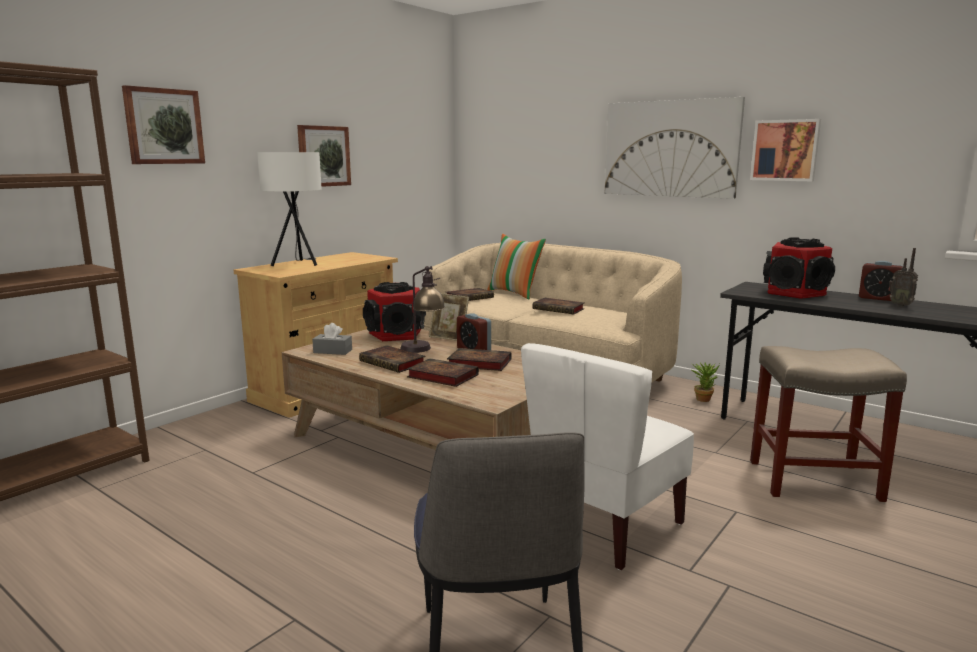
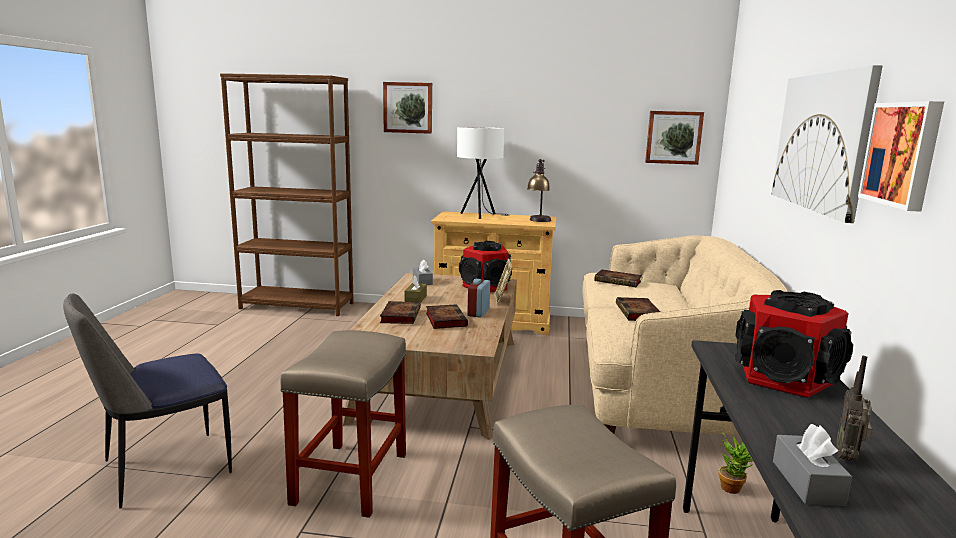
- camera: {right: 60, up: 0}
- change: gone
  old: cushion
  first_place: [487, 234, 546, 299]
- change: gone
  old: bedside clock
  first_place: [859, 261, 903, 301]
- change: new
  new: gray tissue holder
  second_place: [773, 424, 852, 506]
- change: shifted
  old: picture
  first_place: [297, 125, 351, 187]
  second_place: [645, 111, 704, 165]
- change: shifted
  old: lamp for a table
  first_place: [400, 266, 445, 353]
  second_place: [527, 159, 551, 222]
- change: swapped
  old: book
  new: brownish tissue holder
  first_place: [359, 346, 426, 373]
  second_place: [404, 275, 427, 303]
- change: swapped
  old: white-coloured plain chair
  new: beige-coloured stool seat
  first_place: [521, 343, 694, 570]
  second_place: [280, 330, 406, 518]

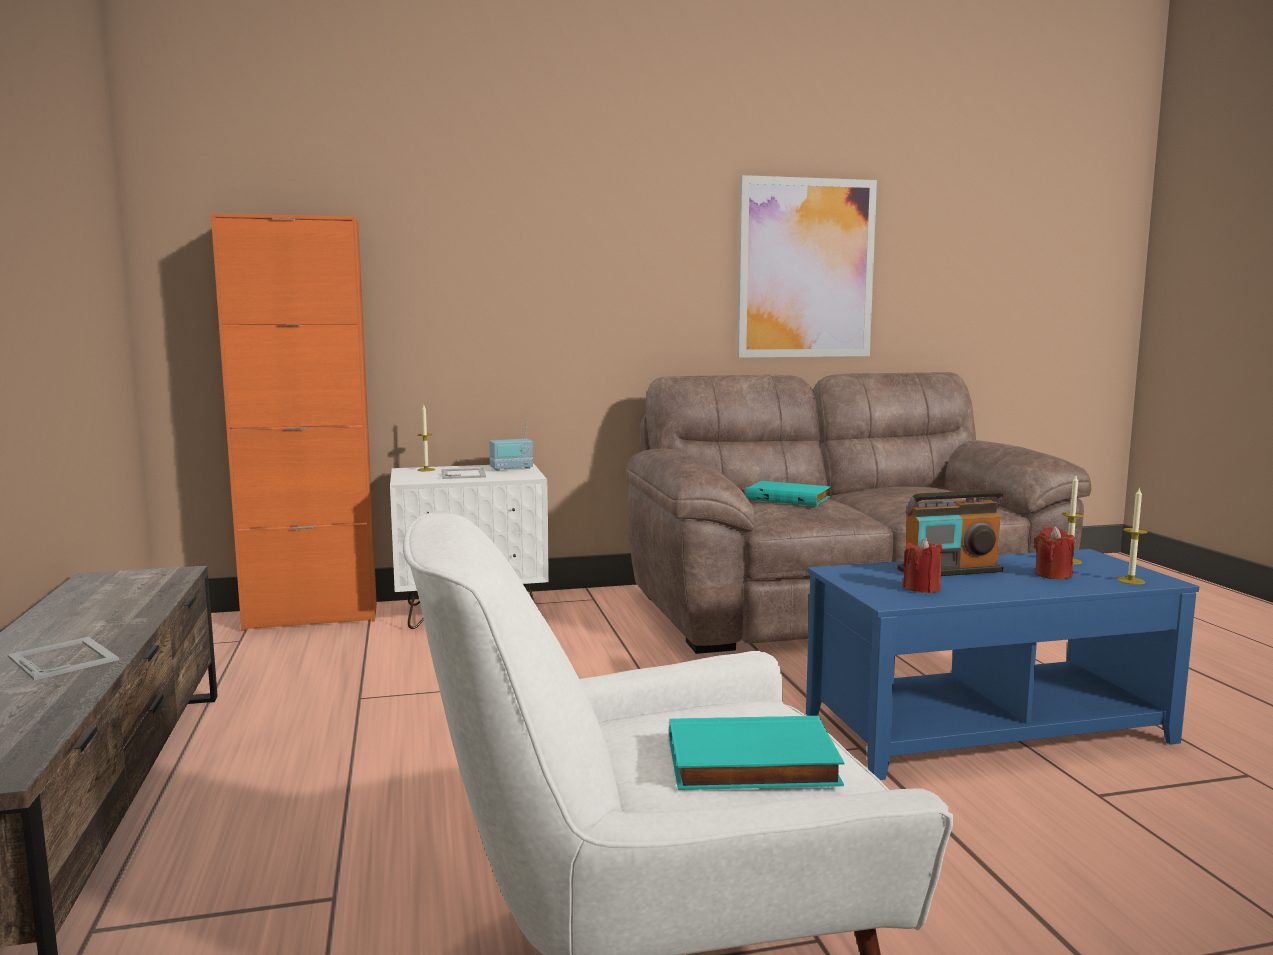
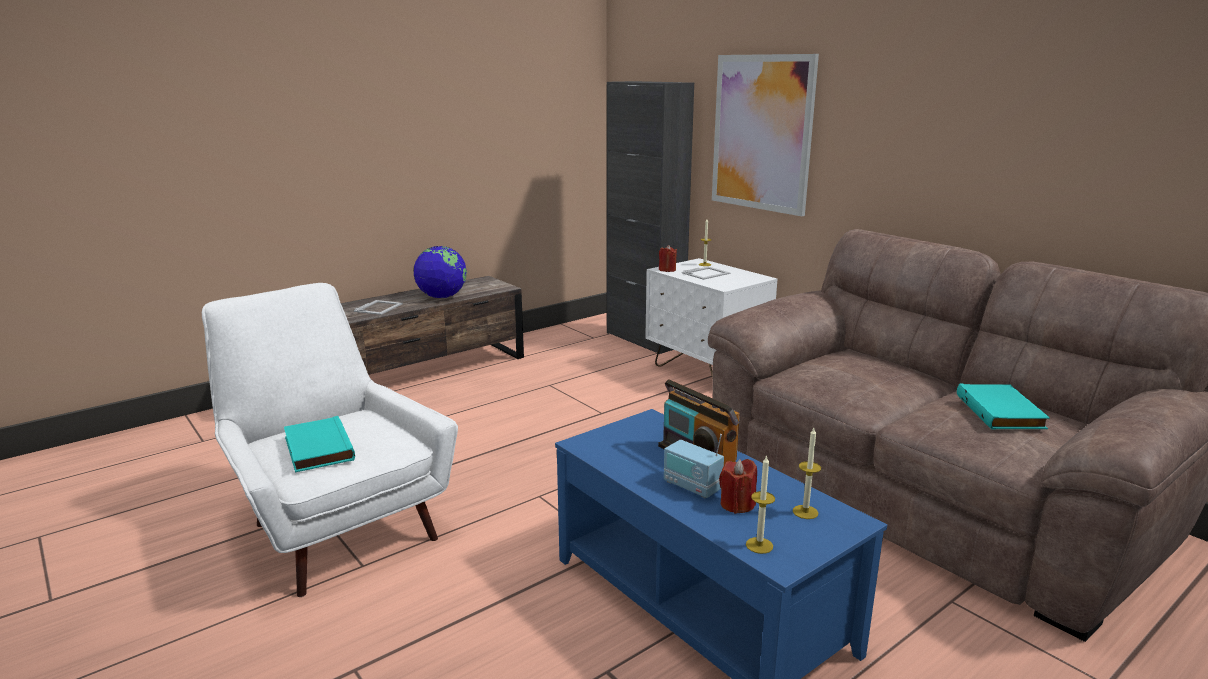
- camera: {right: 65, up: 10}
- change: new
  new: world globe
  second_place: [413, 246, 467, 298]
- change: shifted
  old: radio set
  first_place: [489, 421, 533, 471]
  second_place: [664, 434, 724, 498]
- change: shifted
  old: picture
  first_place: [737, 175, 877, 358]
  second_place: [712, 54, 819, 216]
- change: shifted
  old: turquoise book
  first_place: [745, 481, 830, 506]
  second_place: [957, 383, 1050, 429]
- change: shifted
  old: red wax candle
  first_place: [903, 537, 942, 593]
  second_place: [659, 245, 677, 272]
- change: repainted
  old: orange-coloured cabinet
  new: black cabinet
  first_place: [211, 213, 377, 631]
  second_place: [607, 81, 694, 354]

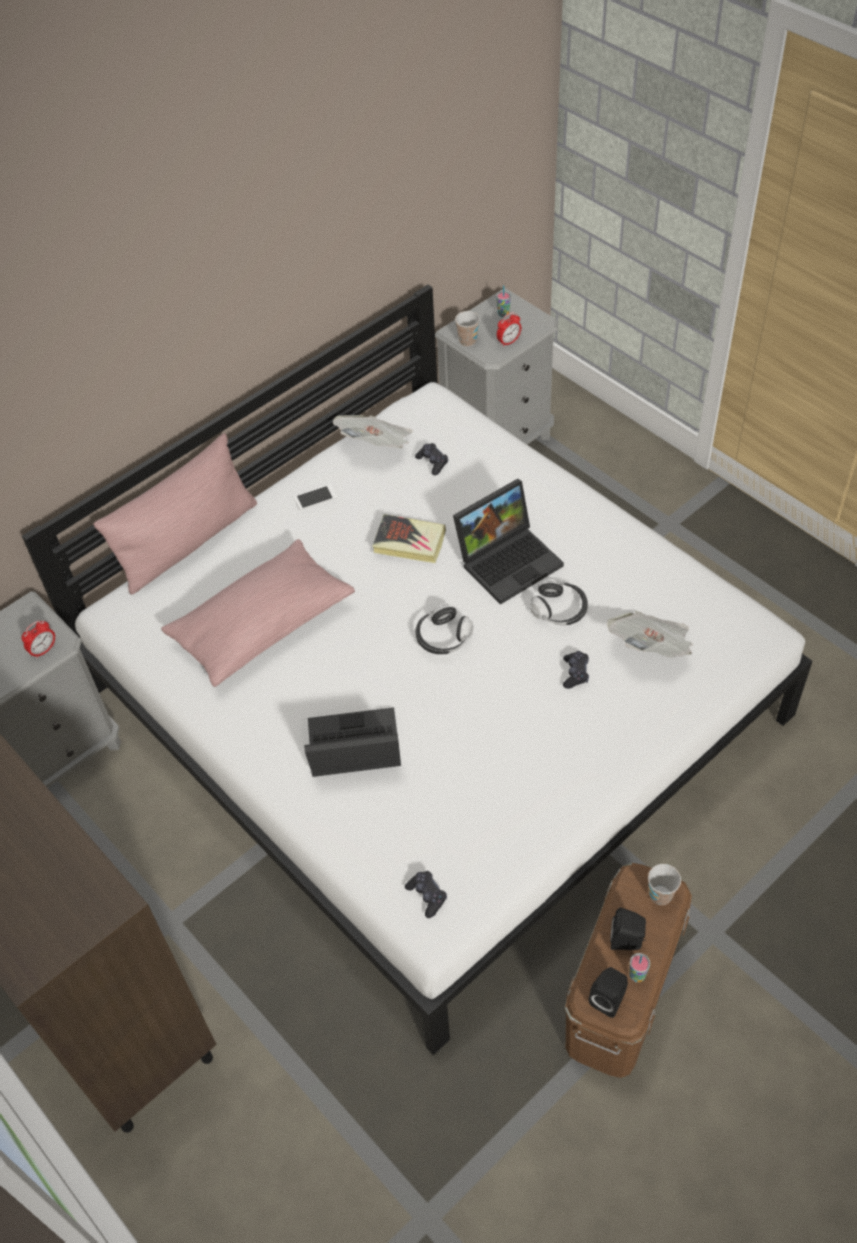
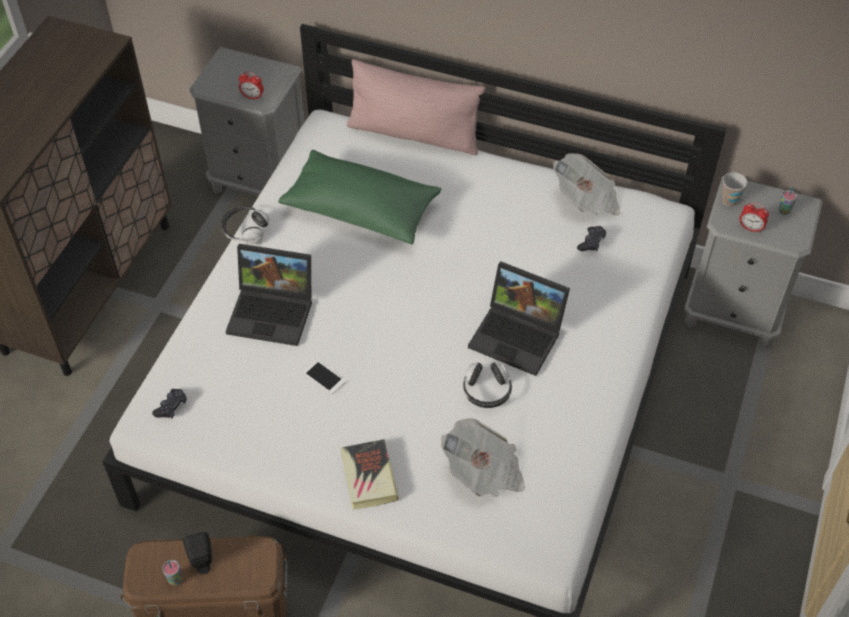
- camera: {right: 60, up: 0}
- change: gone
  old: black joypad
  first_place: [563, 651, 589, 689]
- change: gone
  old: black audio speaker
  first_place: [589, 967, 628, 1018]
- change: gone
  old: cup
  first_place: [648, 864, 681, 905]
- change: shifted
  old: phone
  first_place: [294, 484, 338, 510]
  second_place: [303, 360, 345, 394]
- change: shifted
  old: book
  first_place: [372, 514, 446, 563]
  second_place: [340, 439, 399, 510]
- change: shifted
  old: pair of headphones
  first_place: [415, 604, 473, 654]
  second_place: [221, 206, 270, 244]
- change: repainted
  old: pinkish cushion
  new: green-coloured cushion
  first_place: [161, 539, 355, 687]
  second_place: [278, 150, 441, 244]
- change: rotated
  old: notebook computer
  first_place: [304, 707, 401, 777]
  second_place: [226, 244, 312, 346]
  degrees: 135

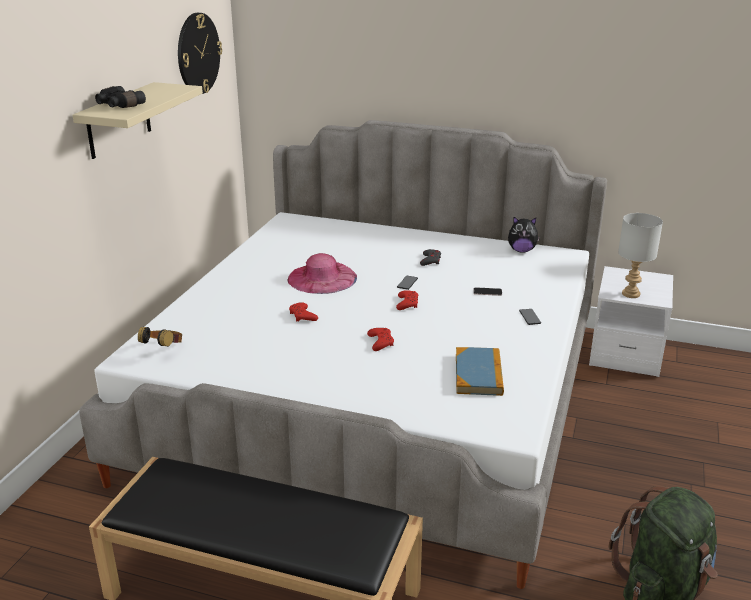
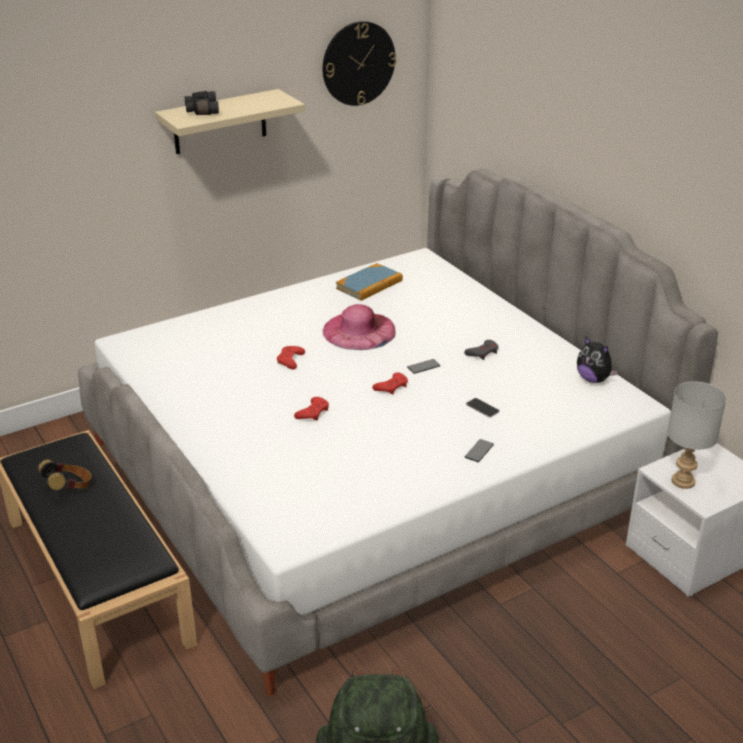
- camera: {right: 40, up: 5}
- change: shifted
  old: pair of headphones
  first_place: [138, 326, 182, 347]
  second_place: [38, 459, 91, 490]
- change: shifted
  old: book
  first_place: [456, 347, 504, 396]
  second_place: [336, 263, 403, 301]

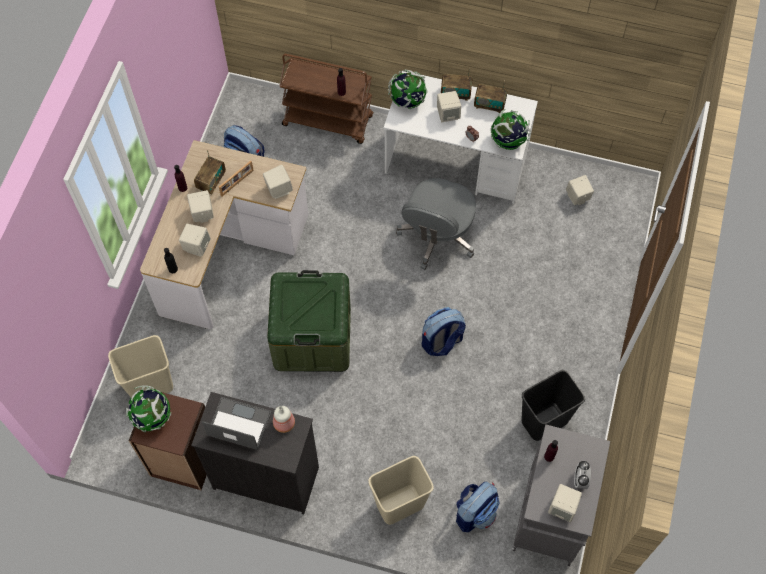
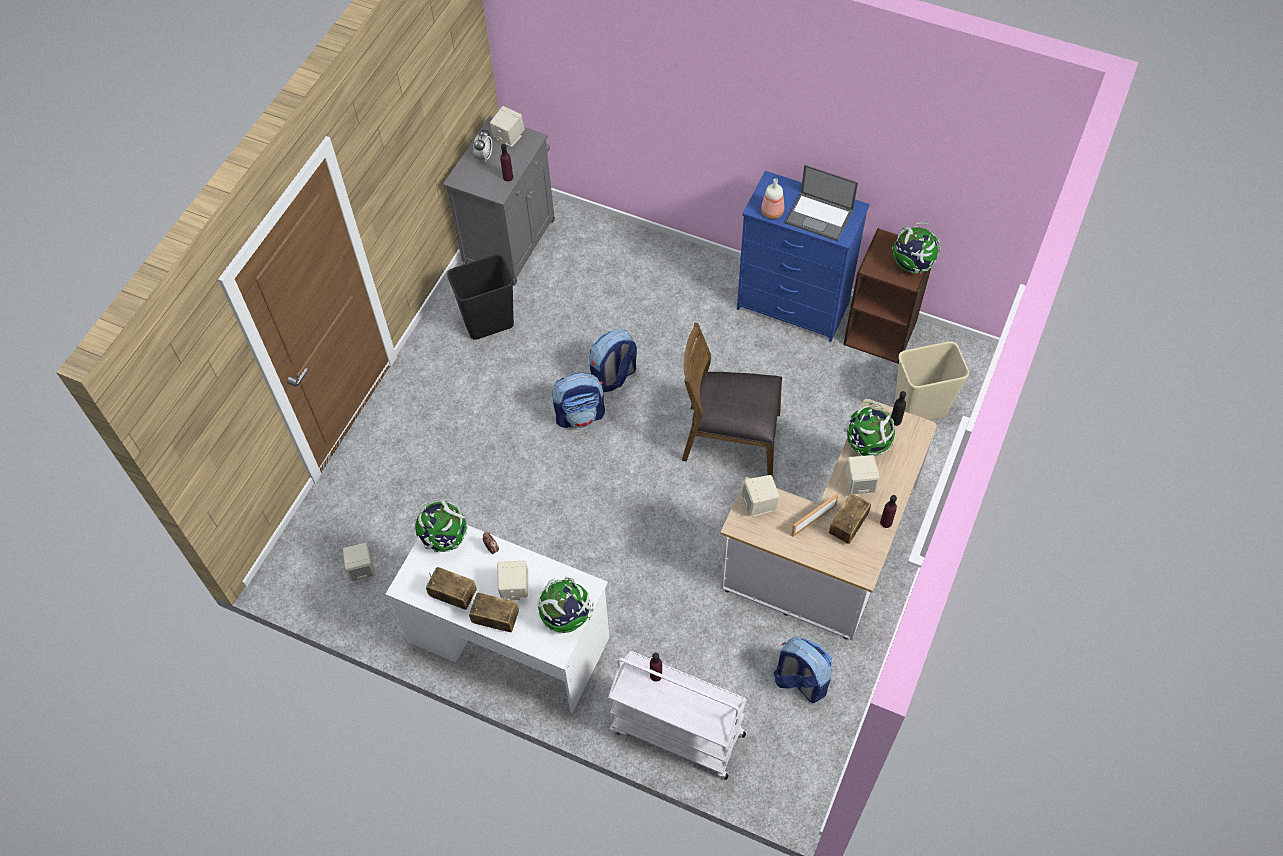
- camera: {right: -170, up: -5}
- change: gone
  old: beige-coloured trash can
  first_place: [368, 456, 434, 525]
- change: gone
  old: gray computer chair
  first_place: [396, 178, 476, 270]
- change: shifted
  old: backpack
  first_place: [456, 481, 499, 532]
  second_place: [589, 329, 637, 393]
- change: swapped
  old: beige-coloured audio speaker
  new: world globe
  first_place: [179, 224, 211, 257]
  second_place: [844, 402, 895, 456]
- change: swapped
  old: green-coloured storage bin
  new: brownish plain chair
  first_place: [267, 270, 351, 372]
  second_place: [682, 323, 782, 476]
- change: repainted
  old: black drawer chest
  new: bluish drawer chest
  first_place: [191, 392, 319, 514]
  second_place: [737, 171, 870, 342]
- change: repainted
  old: brownish trolley
  new: white-coloured trolley
  first_place: [279, 54, 373, 144]
  second_place: [608, 651, 747, 780]

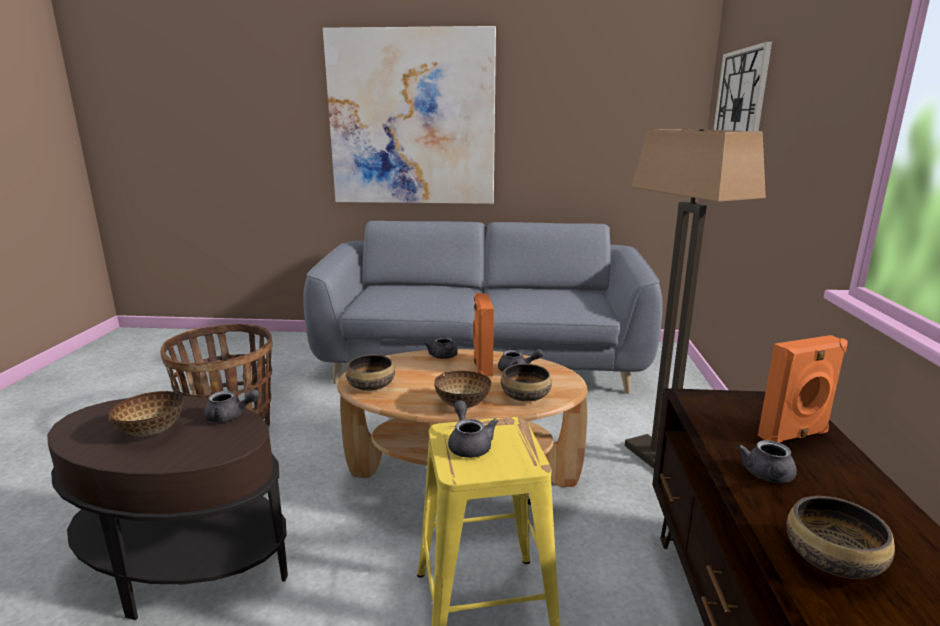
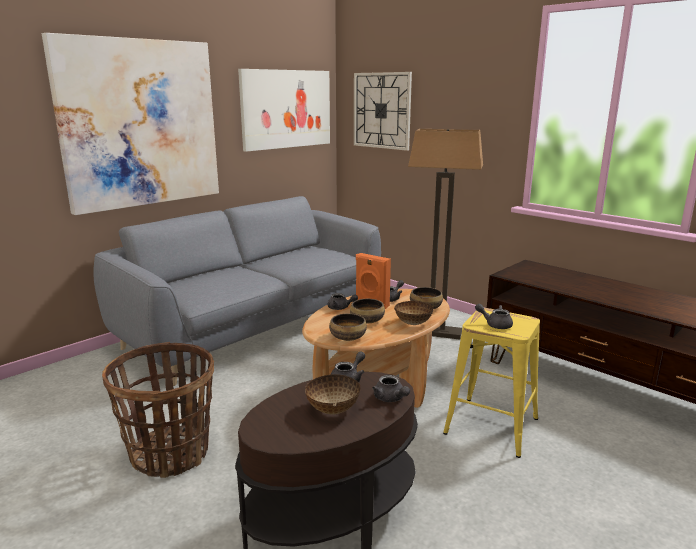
- camera: {right: -50, up: 0}
- change: gone
  old: orange-coloured audio speaker
  first_place: [758, 335, 847, 443]
- change: new
  new: picture
  second_place: [238, 69, 330, 152]
- change: shifted
  old: gray pot for tea
  first_place: [737, 440, 797, 483]
  second_place: [372, 375, 410, 402]
- change: shifted
  old: serving bowl
  first_place: [786, 496, 895, 579]
  second_place: [350, 299, 385, 323]

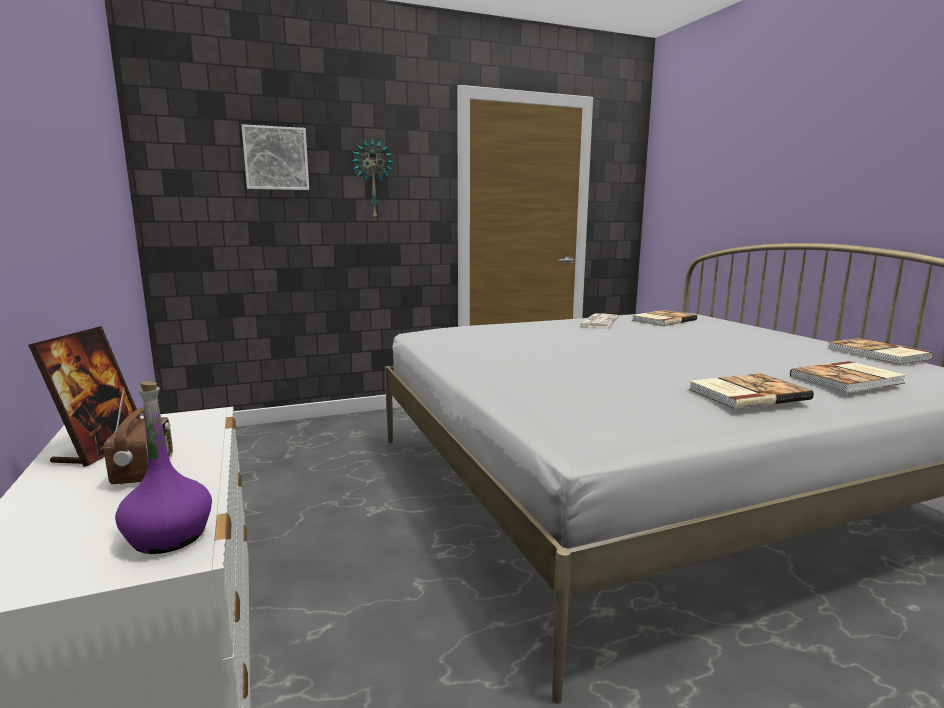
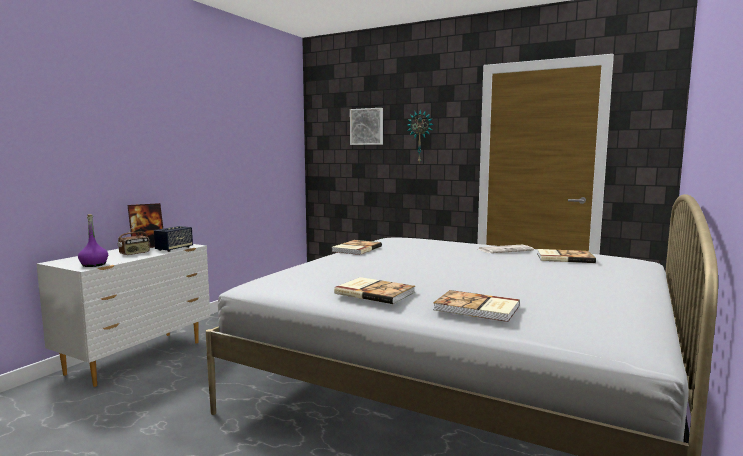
- camera: {right: 50, up: -5}
- change: new
  new: audio speaker
  second_place: [154, 226, 193, 252]
- change: shifted
  old: book
  first_place: [827, 338, 934, 365]
  second_place: [332, 240, 382, 255]

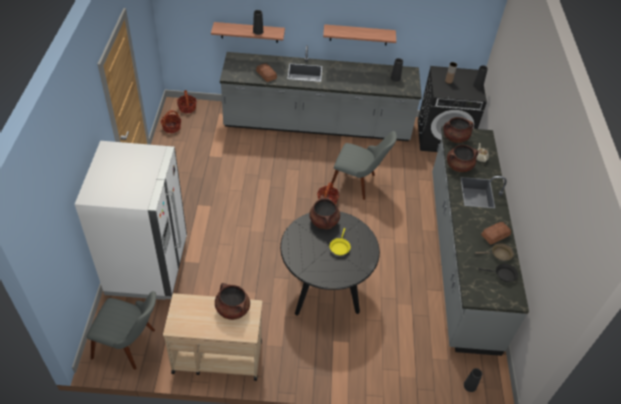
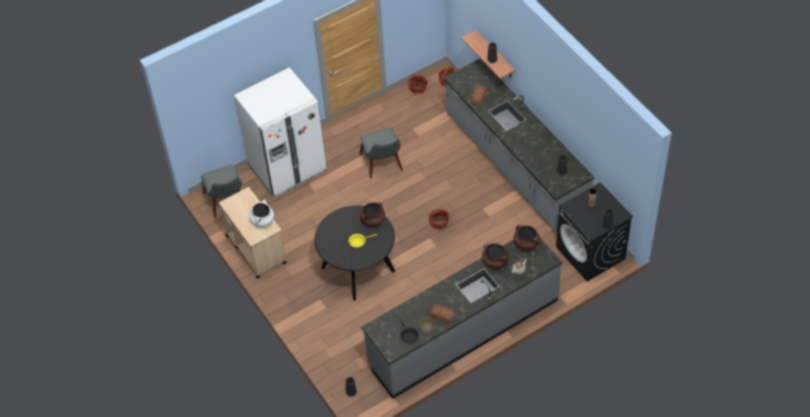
- camera: {right: 60, up: 5}
- change: gone
  old: bracket shelf
  first_place: [323, 24, 396, 45]
- change: shifted
  old: gray plain chair
  first_place: [331, 131, 397, 200]
  second_place: [360, 128, 403, 179]
- change: repainted
  old: brownish cooking pot
  new: white-coloured cooking pot
  first_place: [215, 283, 250, 320]
  second_place: [249, 200, 274, 227]

